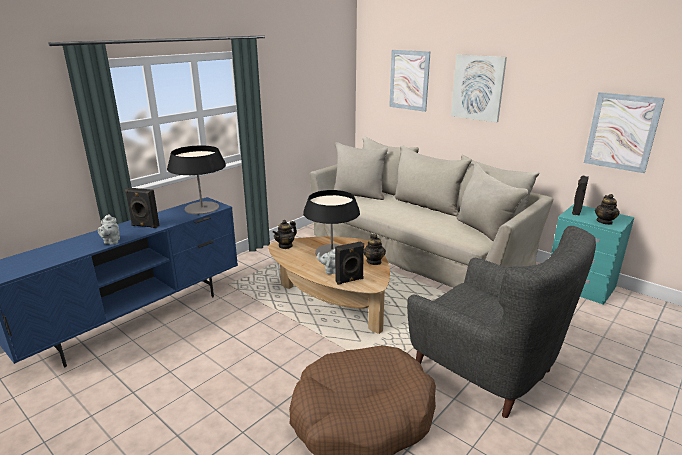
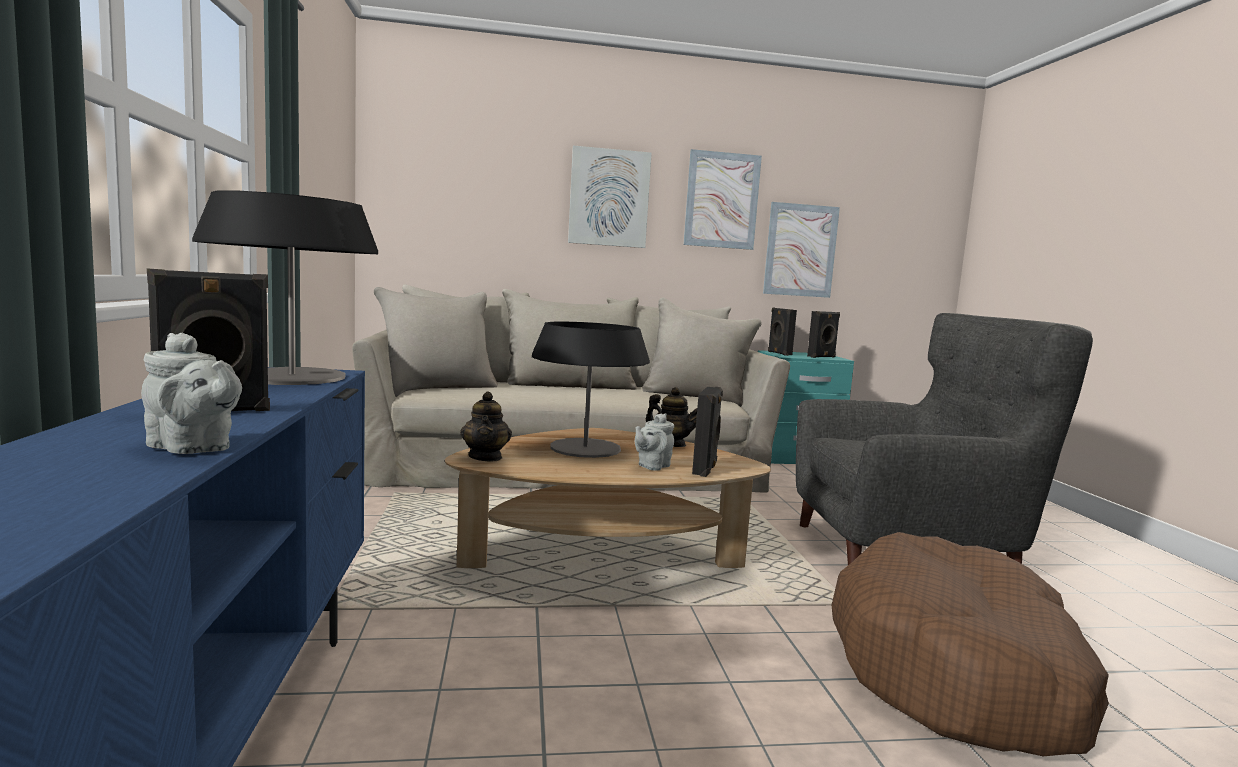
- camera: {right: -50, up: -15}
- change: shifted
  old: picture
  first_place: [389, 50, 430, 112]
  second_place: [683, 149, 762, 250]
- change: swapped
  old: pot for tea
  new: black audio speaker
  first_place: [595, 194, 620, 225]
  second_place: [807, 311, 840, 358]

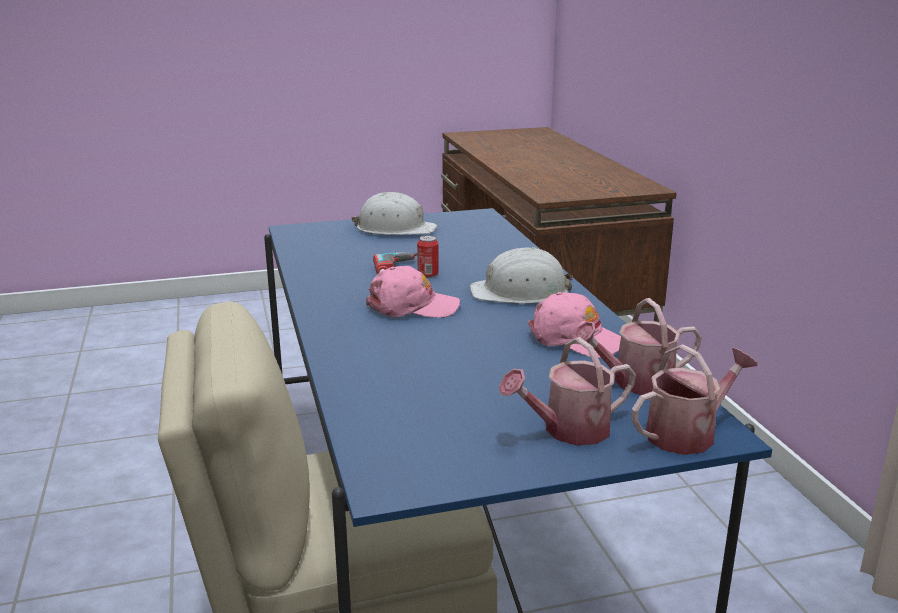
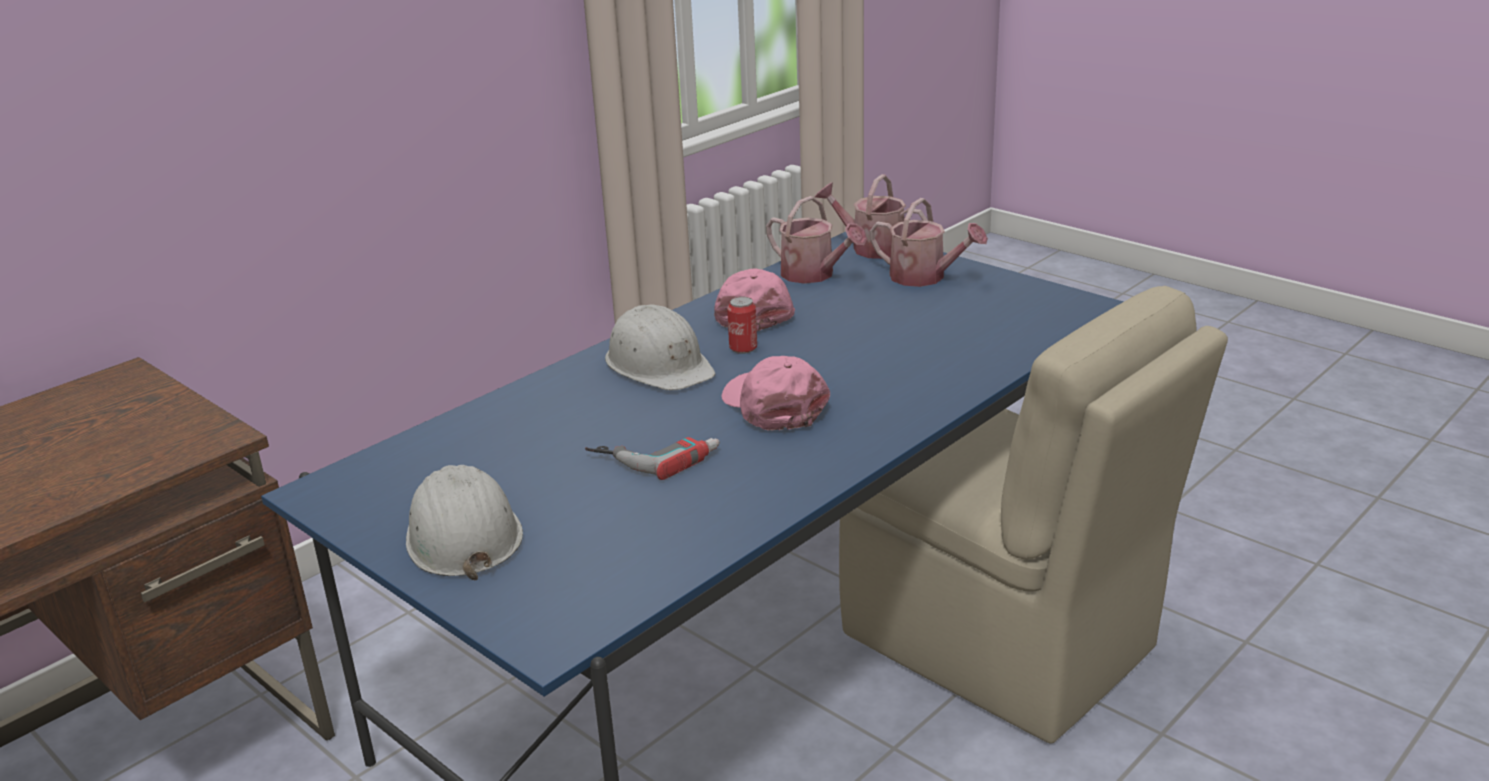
- camera: {right: -120, up: 5}
- change: shifted
  old: can
  first_place: [417, 235, 439, 278]
  second_place: [727, 297, 757, 354]

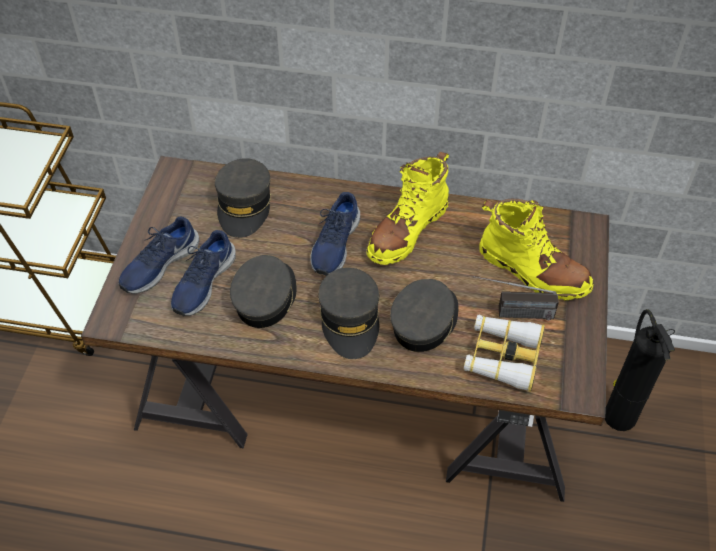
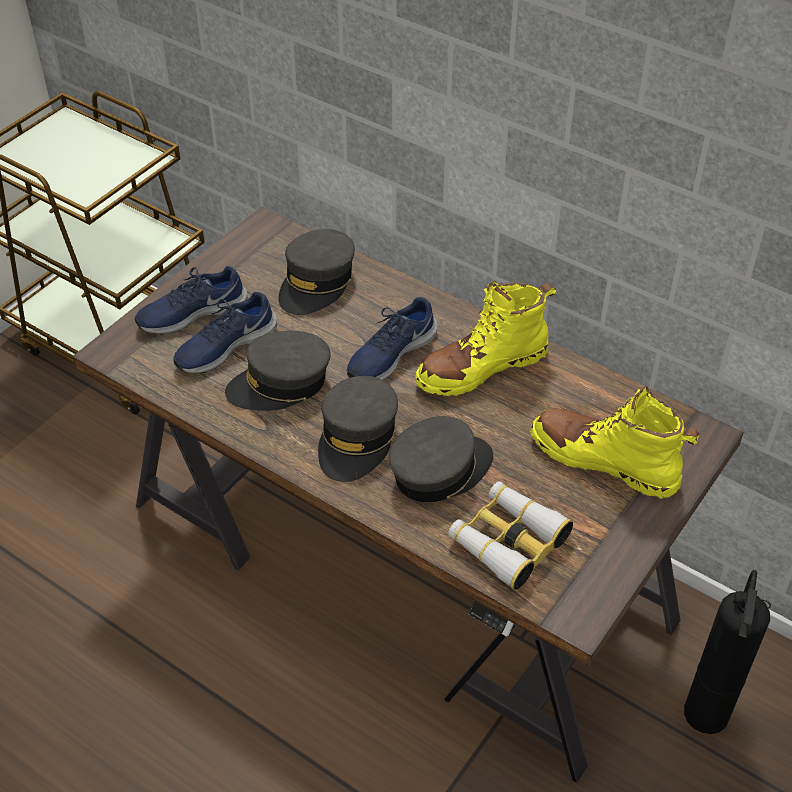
- camera: {right: 25, up: -5}
- change: gone
  old: radio set
  first_place: [474, 276, 559, 320]
- change: rotated
  old: gray baseball cap
  first_place: [230, 255, 297, 328]
  second_place: [225, 331, 331, 411]
  degrees: -150
- change: rotated
  old: yellow boot
  first_place: [479, 199, 594, 300]
  second_place: [530, 387, 700, 499]
  degrees: 150

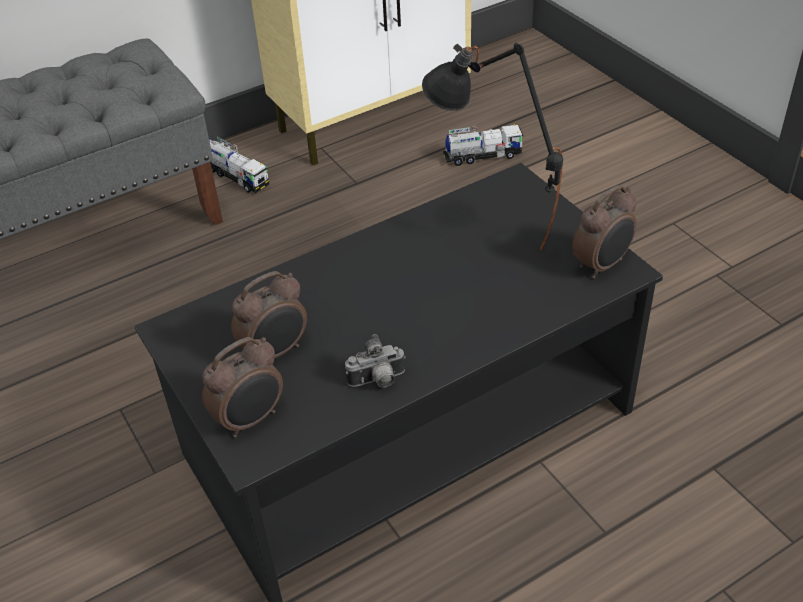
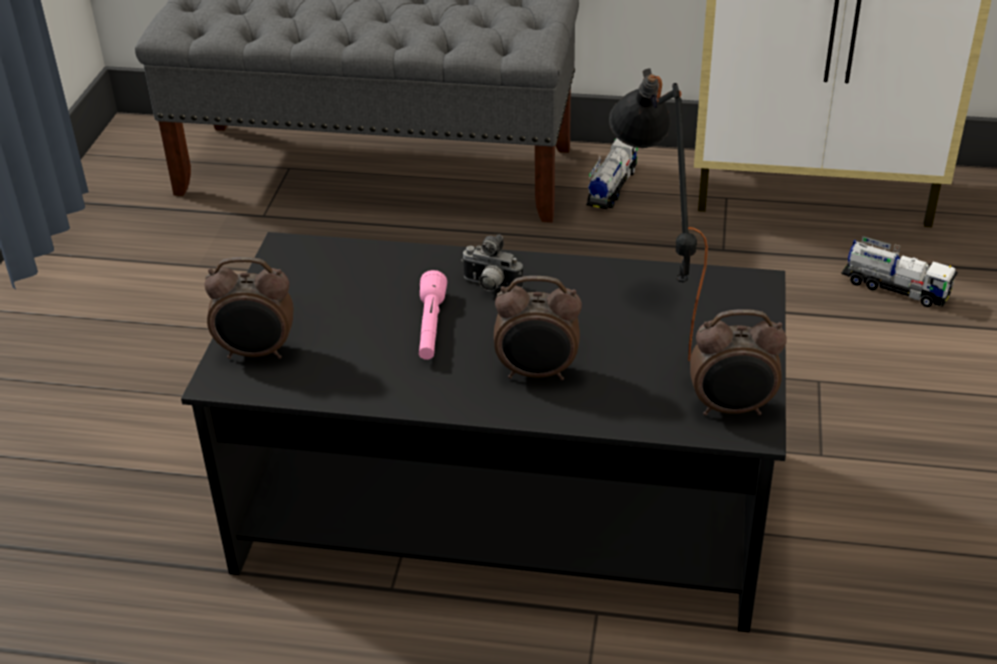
- camera: {right: 40, up: -5}
- change: new
  new: pinkish flashlight
  second_place: [419, 270, 447, 360]
- change: shifted
  old: bedside clock
  first_place: [231, 271, 307, 359]
  second_place: [494, 276, 582, 380]
- change: shifted
  old: photo camera
  first_place: [345, 334, 406, 388]
  second_place: [461, 235, 523, 291]
- change: rotated
  old: toy lorry
  first_place: [209, 137, 270, 193]
  second_place: [586, 138, 638, 209]
  degrees: -150

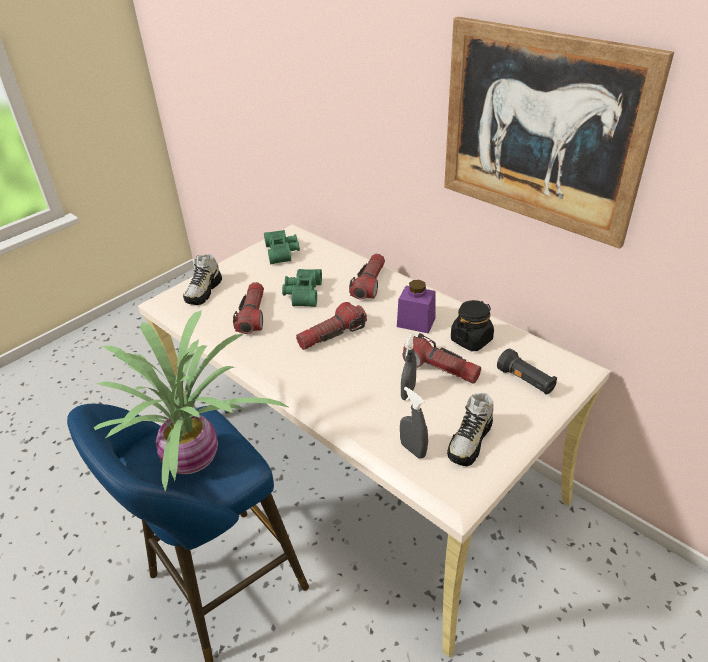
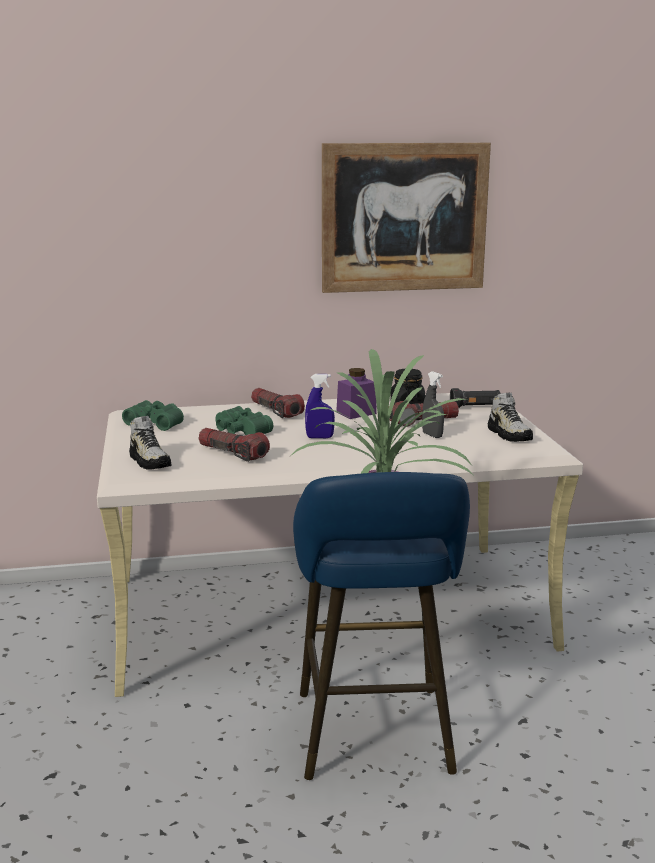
- camera: {right: -55, up: -20}
- change: gone
  old: gray hand sprayer
  first_place: [400, 387, 428, 459]
- change: swapped
  old: flashlight
  new: bluish hand sprayer
  first_place: [296, 302, 367, 350]
  second_place: [305, 374, 335, 438]

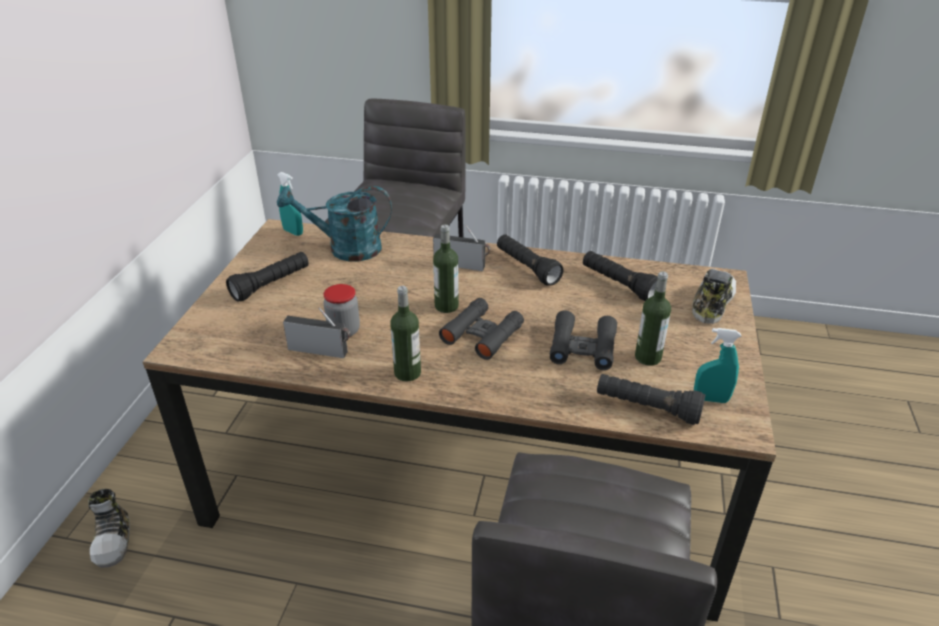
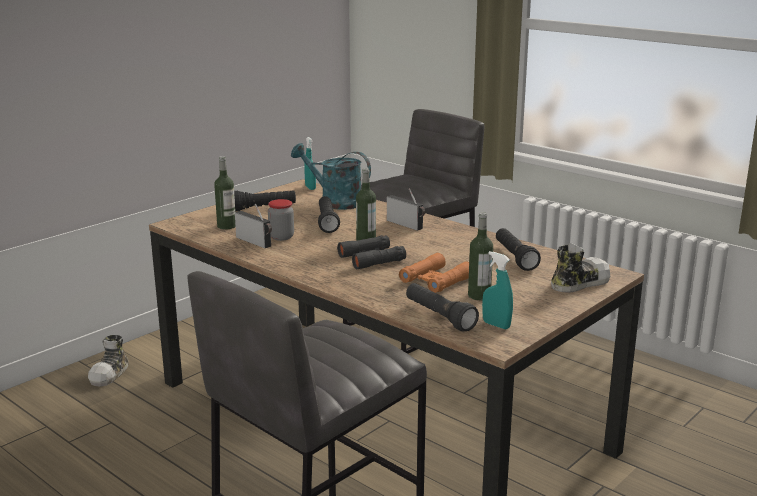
- camera: {right: 30, up: -15}
- change: shifted
  old: beverage bottle
  first_place: [390, 286, 421, 381]
  second_place: [214, 156, 236, 230]
- change: shifted
  old: black flashlight
  first_place: [497, 234, 564, 286]
  second_place: [318, 196, 340, 233]
- change: repainted
  old: black pair of binoculars
  new: orange-coloured pair of binoculars
  first_place: [550, 310, 617, 370]
  second_place: [399, 253, 469, 293]

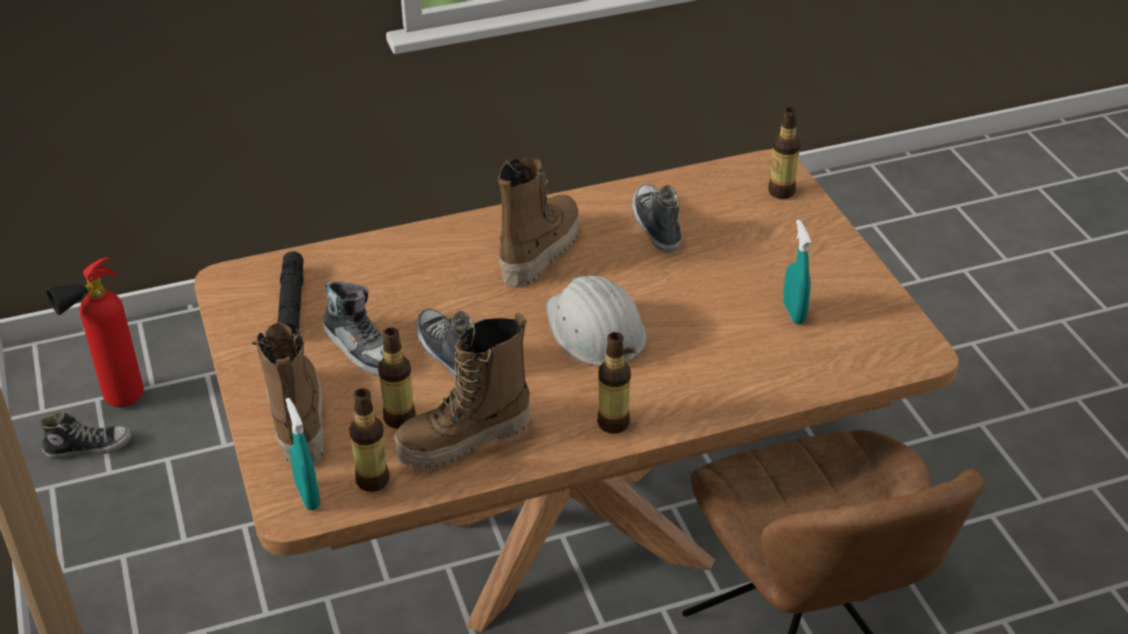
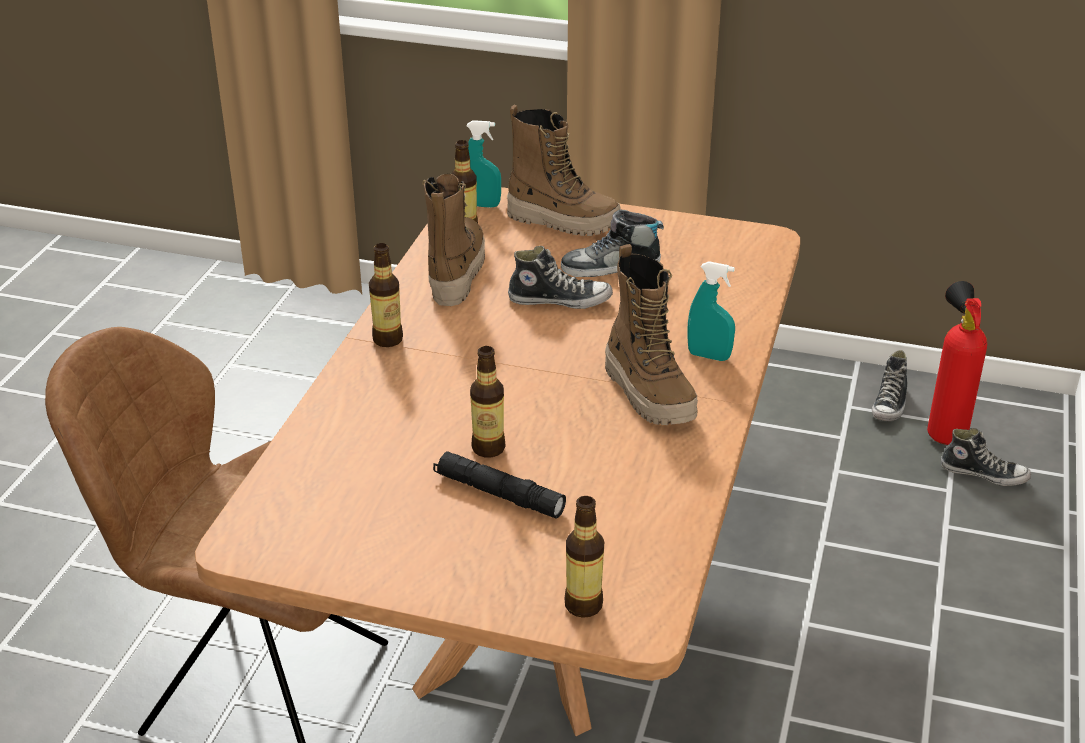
- camera: {right: 125, up: -5}
- change: gone
  old: white-coloured work helmet
  first_place: [546, 276, 647, 366]
- change: shifted
  old: black flashlight
  first_place: [277, 252, 304, 339]
  second_place: [433, 451, 566, 519]
- change: shifted
  old: beverage bottle
  first_place: [378, 327, 416, 429]
  second_place: [470, 346, 505, 457]
- change: shifted
  old: low shoe
  first_place: [632, 184, 681, 253]
  second_place: [941, 428, 1031, 486]
- change: shifted
  old: turquoise hand sprayer
  first_place: [783, 219, 811, 324]
  second_place: [687, 261, 735, 361]

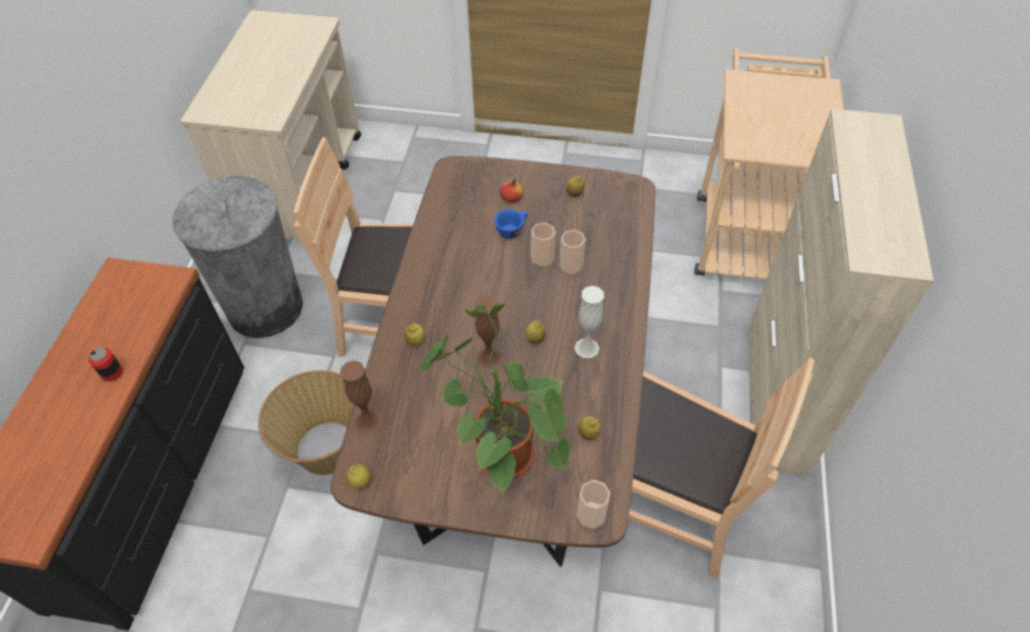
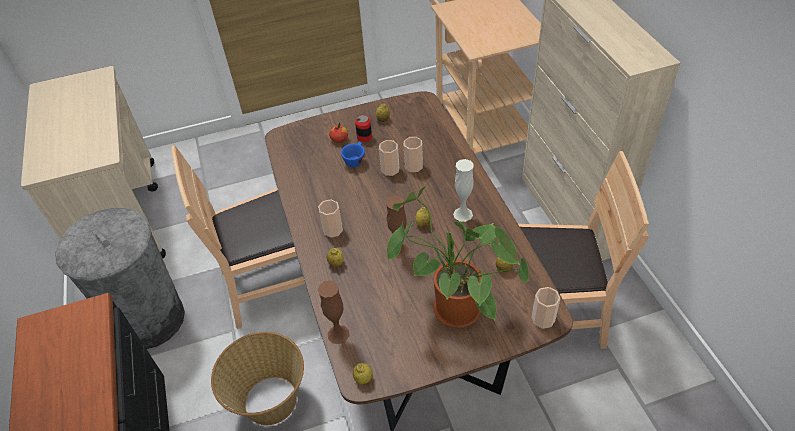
- camera: {right: -25, up: -5}
- change: new
  new: cup
  second_place: [318, 199, 343, 238]
- change: shifted
  old: can
  first_place: [88, 347, 123, 382]
  second_place: [355, 115, 372, 142]

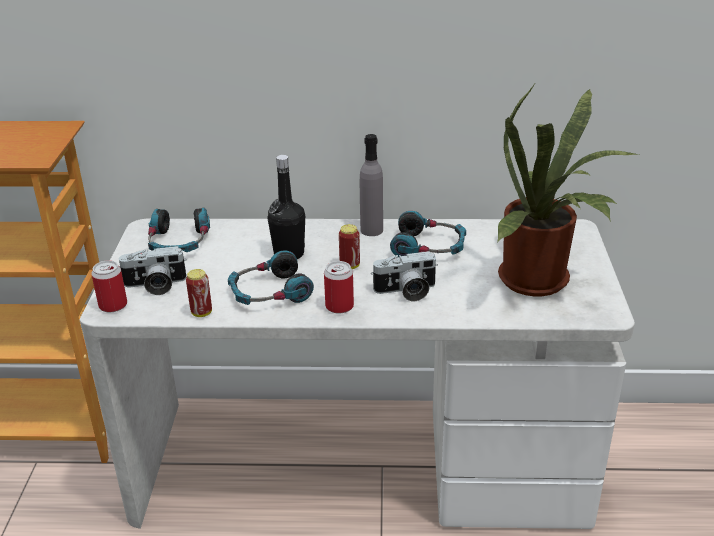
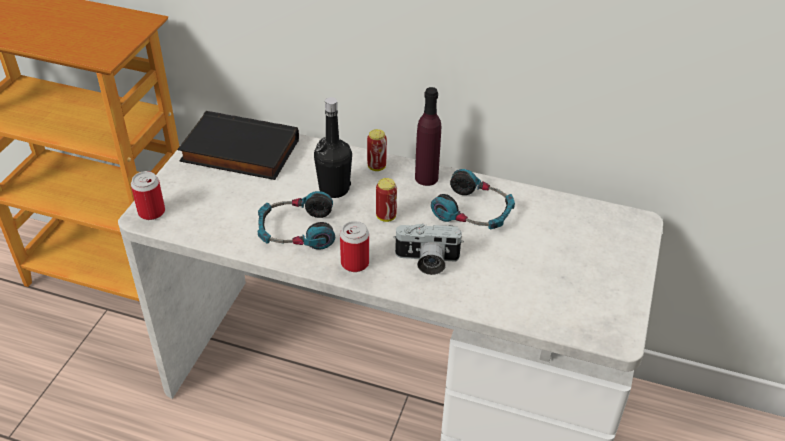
- camera: {right: 15, up: 10}
- change: gone
  old: photo camera
  first_place: [119, 246, 187, 295]
- change: gone
  old: potted plant
  first_place: [497, 84, 639, 296]
- change: shifted
  old: can
  first_place: [186, 269, 212, 317]
  second_place: [367, 129, 387, 171]
- change: swapped
  old: pair of headphones
  new: black book
  first_place: [148, 208, 210, 252]
  second_place: [178, 111, 299, 180]
- change: repainted
  old: gray beverage bottle
  new: purple-coloured beverage bottle
  first_place: [360, 134, 383, 236]
  second_place: [415, 87, 441, 186]

